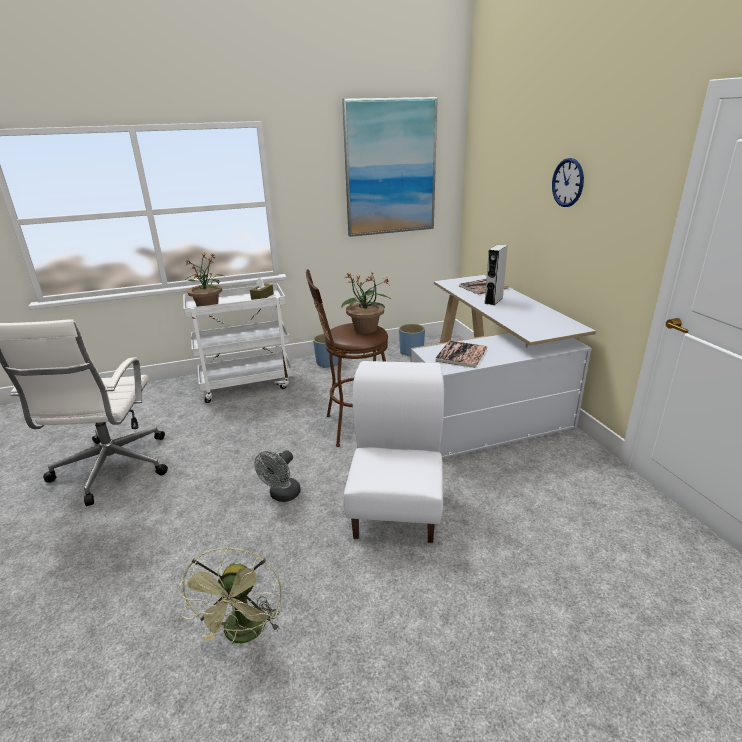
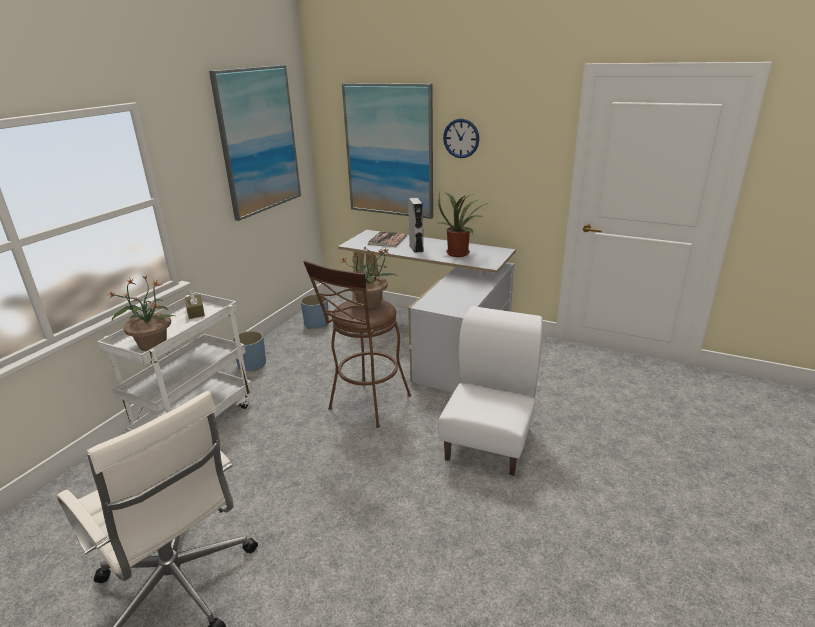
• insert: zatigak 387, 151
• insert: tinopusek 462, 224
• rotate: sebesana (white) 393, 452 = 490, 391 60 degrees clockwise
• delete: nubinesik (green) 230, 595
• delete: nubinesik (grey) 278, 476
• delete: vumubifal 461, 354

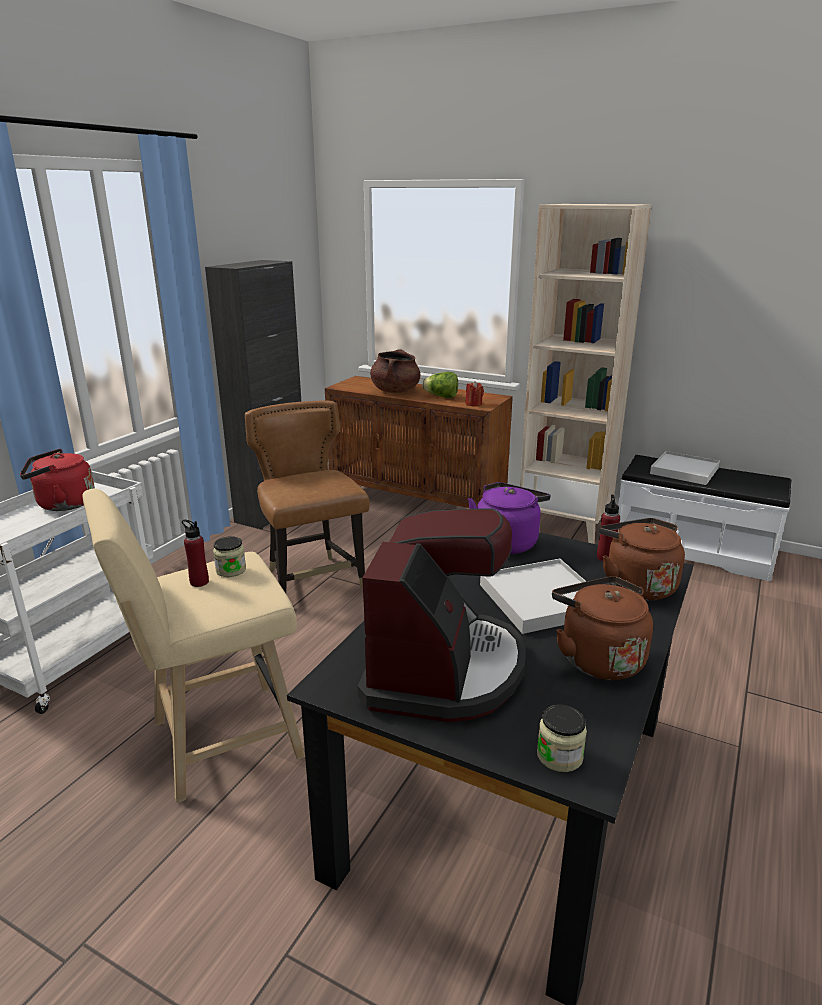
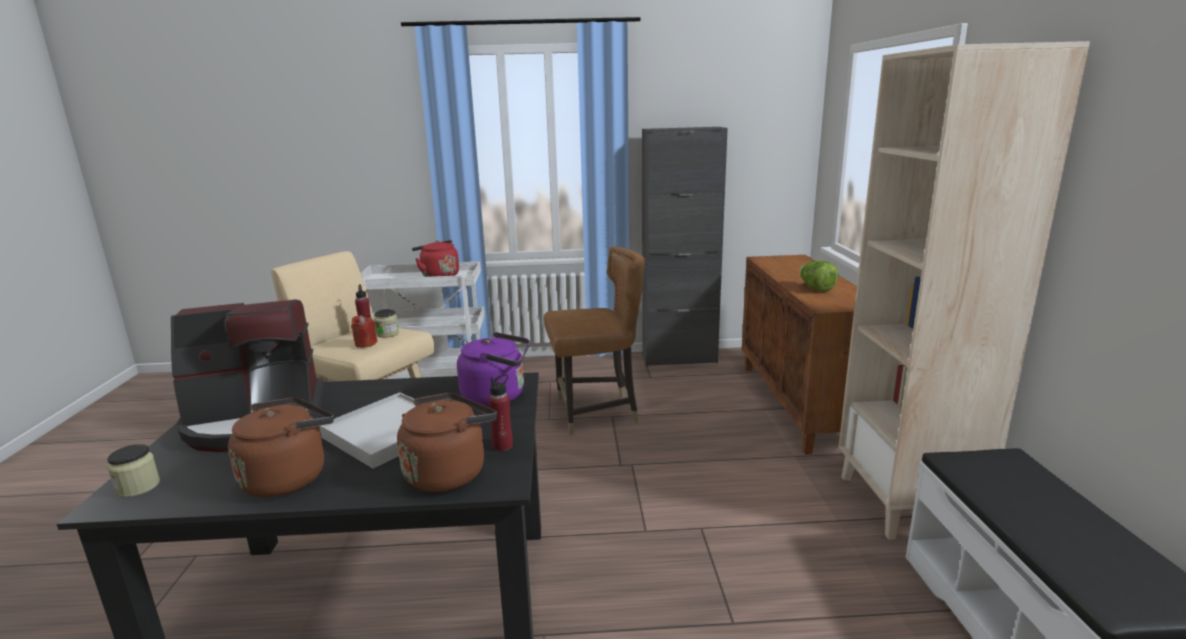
• move: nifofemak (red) 474, 394 to 364, 331
• rotate: sebesana (brown) 307, 496 = 594, 340 45 degrees clockwise
• delete: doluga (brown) 395, 371
• delete: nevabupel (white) 685, 468

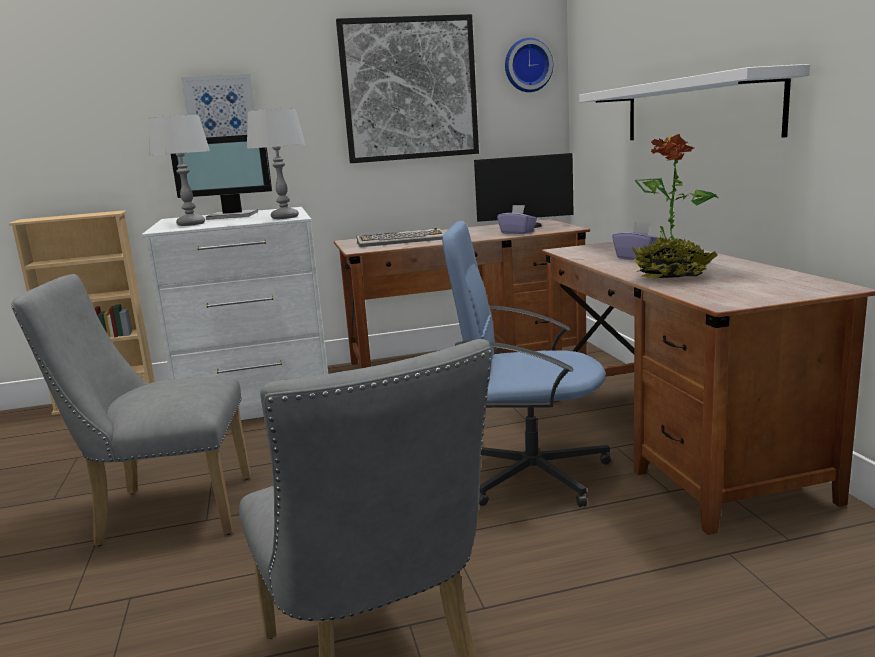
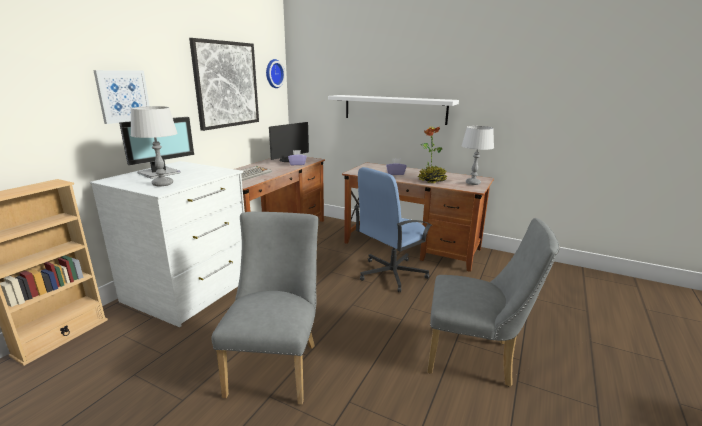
• rotate: sebesana (grey) 131, 410 = 264, 308 150 degrees clockwise
• move: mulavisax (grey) 276, 163 to 478, 155

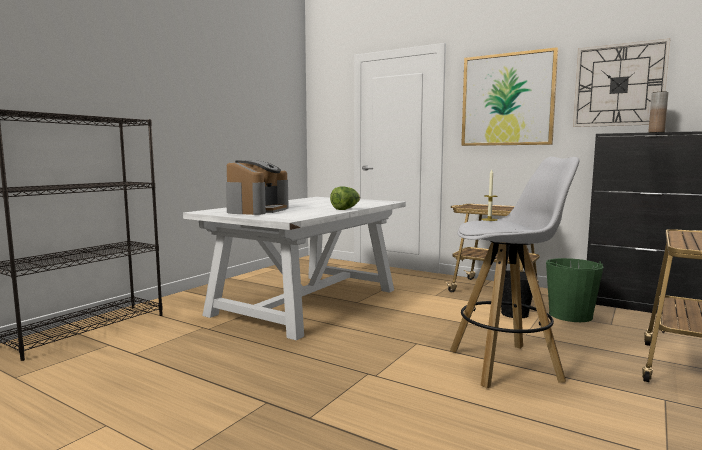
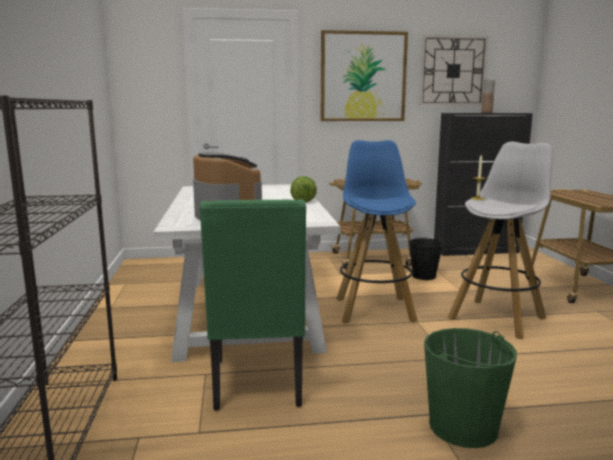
• insert: sebesana (green) 252, 304
• insert: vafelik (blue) 377, 231
• move: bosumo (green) 574, 290 to 470, 388

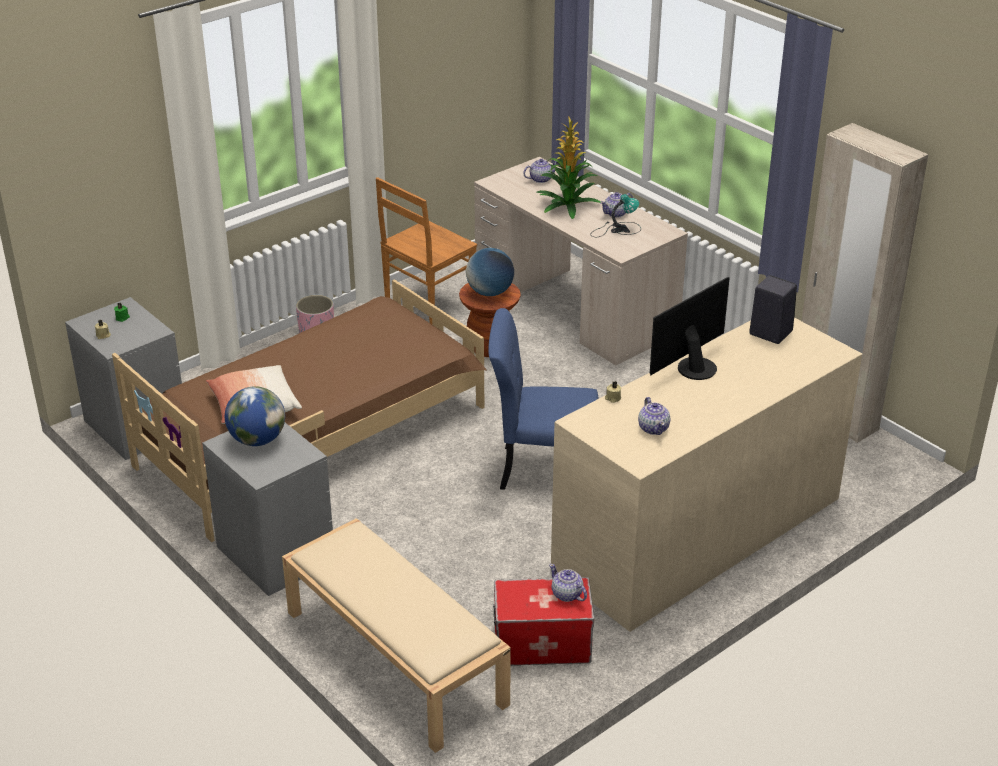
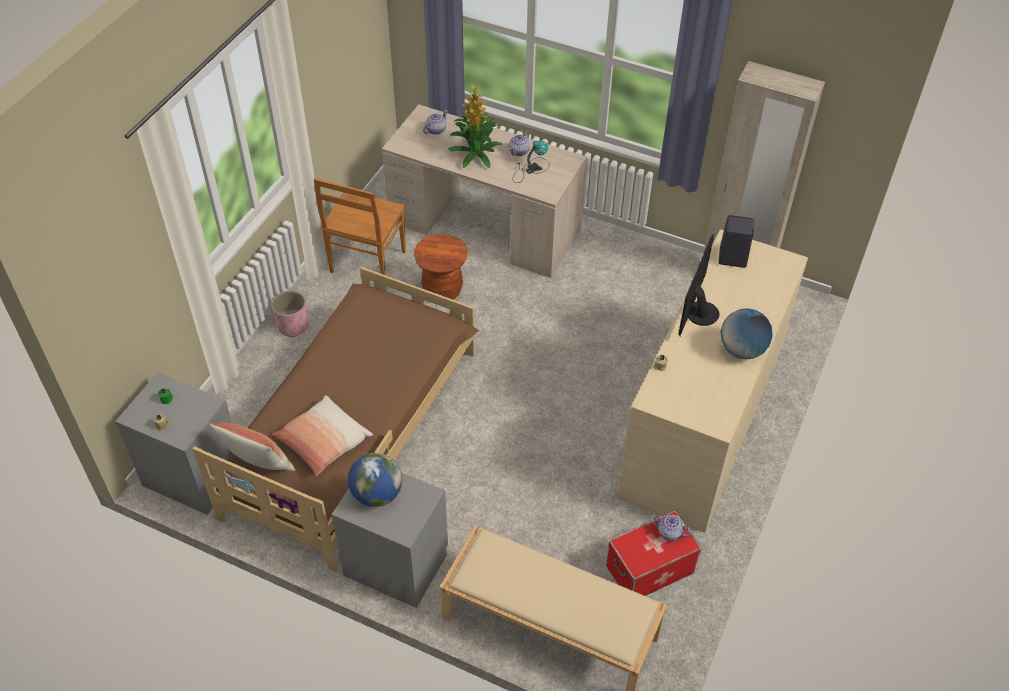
• insert: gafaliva 251, 446
• move: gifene 490, 272 to 747, 333
• delete: sebesana (blue) 543, 399
• delete: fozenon 654, 416

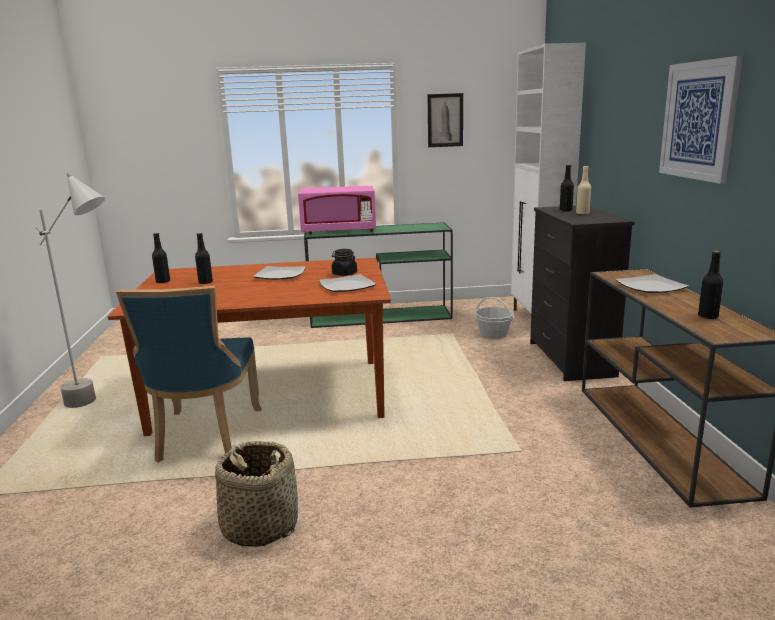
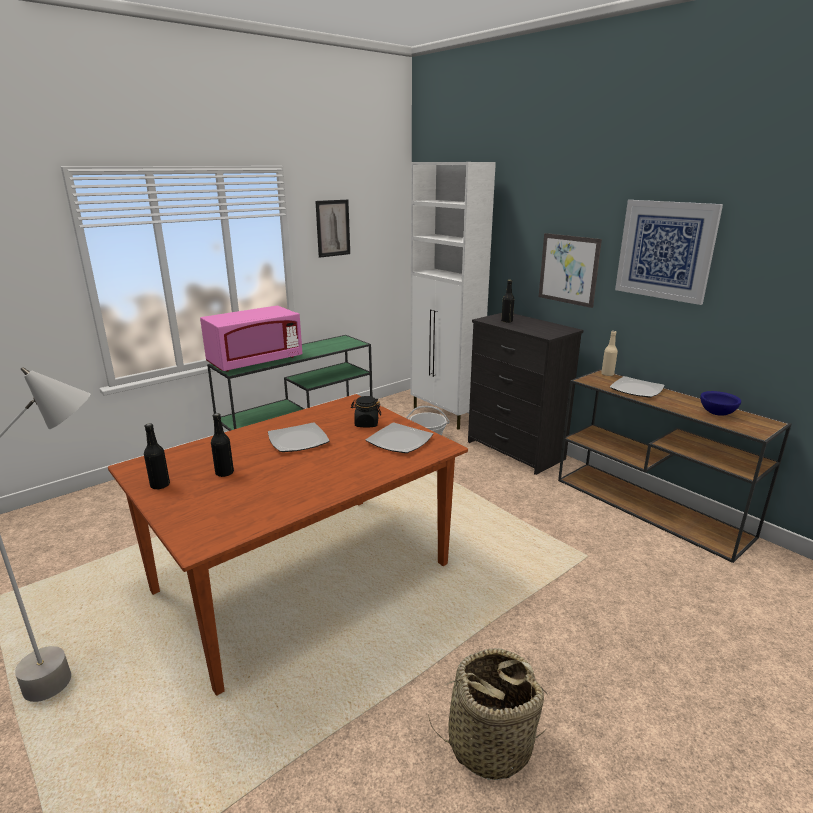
• insert: zatigak 570, 270
• move: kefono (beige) 583, 190 to 609, 353
• replace: kefono (black) 710, 285 to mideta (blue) 721, 403
• delete: sebesana (blue) 189, 374

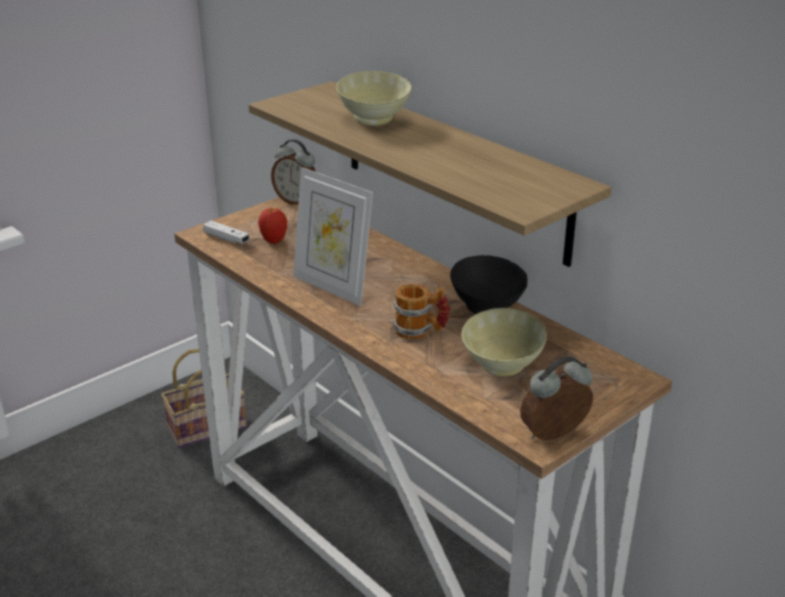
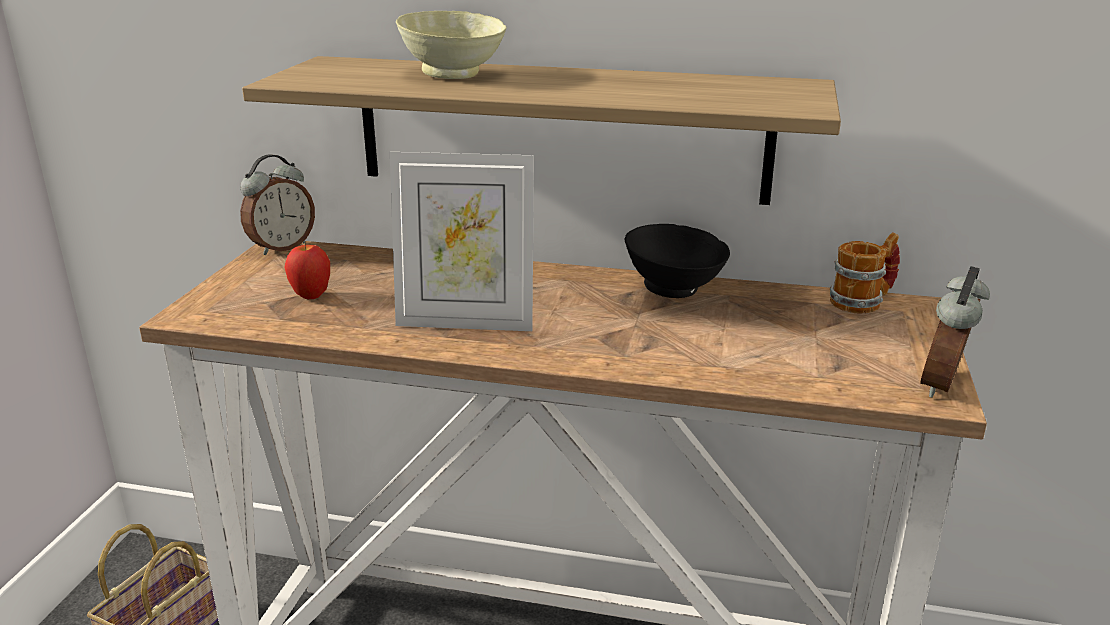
• rotate: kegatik 293, 172 = 277, 204 45 degrees counterclockwise
• move: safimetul 421, 312 to 865, 273
• delete: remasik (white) 226, 232
• delete: mideta (beige) 504, 342

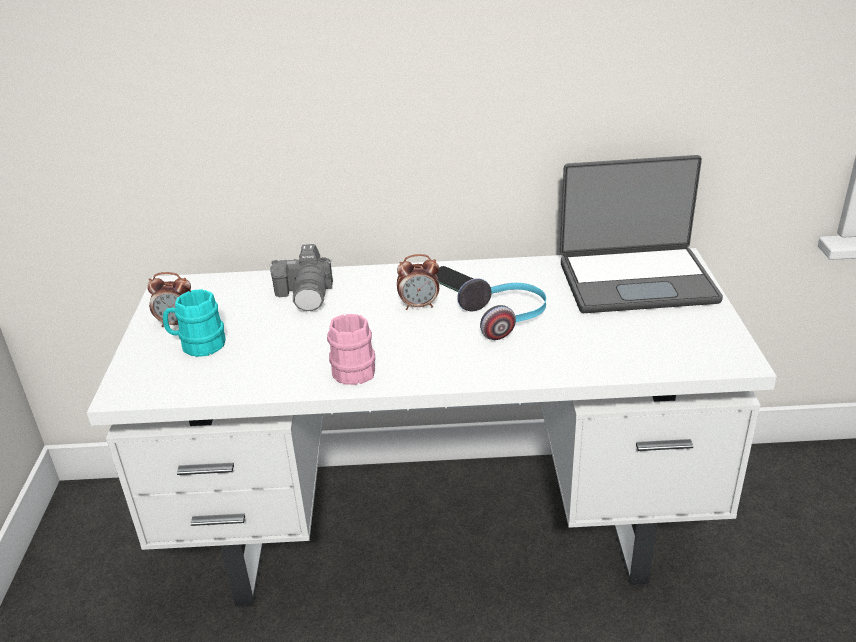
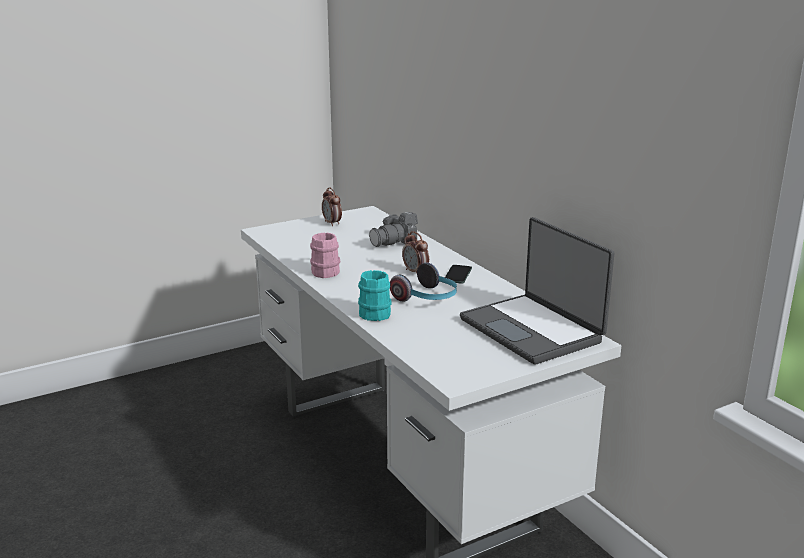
• move: safimetul (turquoise) 194, 323 to 374, 295

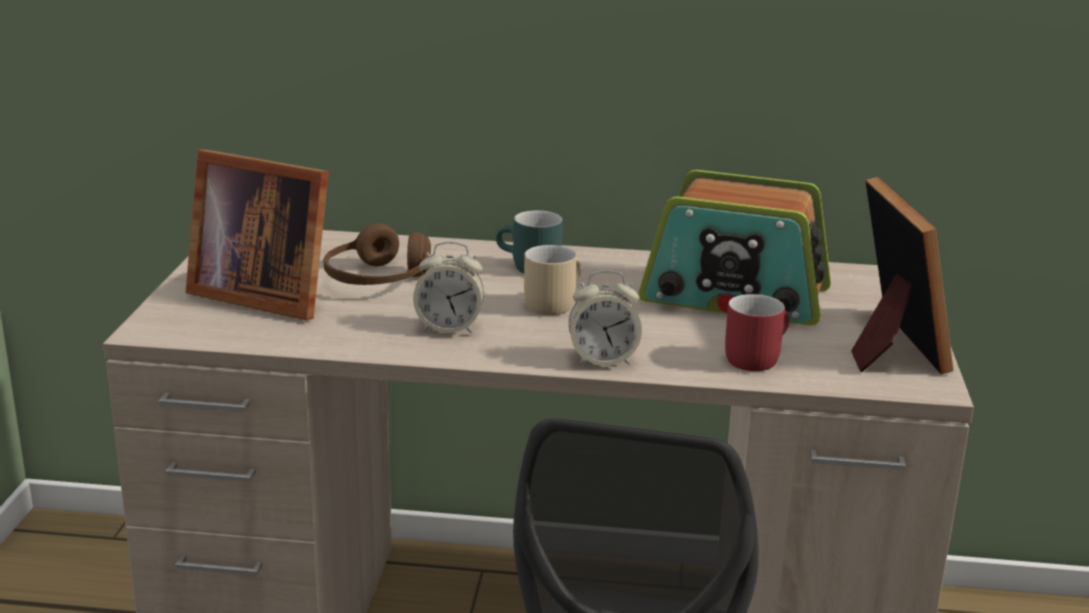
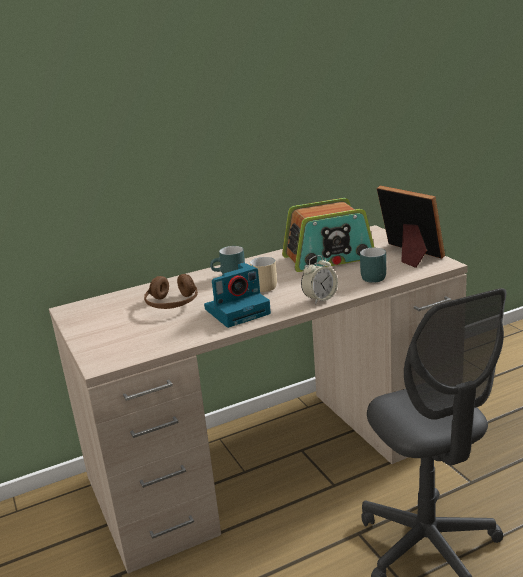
• replace: kegatik 448, 288 to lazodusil 237, 295
• recolor: safimetul (red) 757, 332 to safimetul (turquoise) 373, 265
• delete: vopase 257, 235

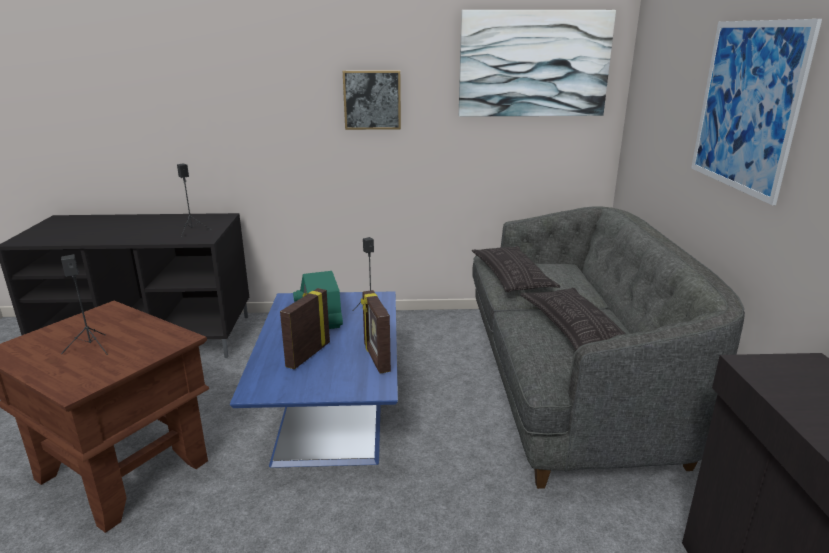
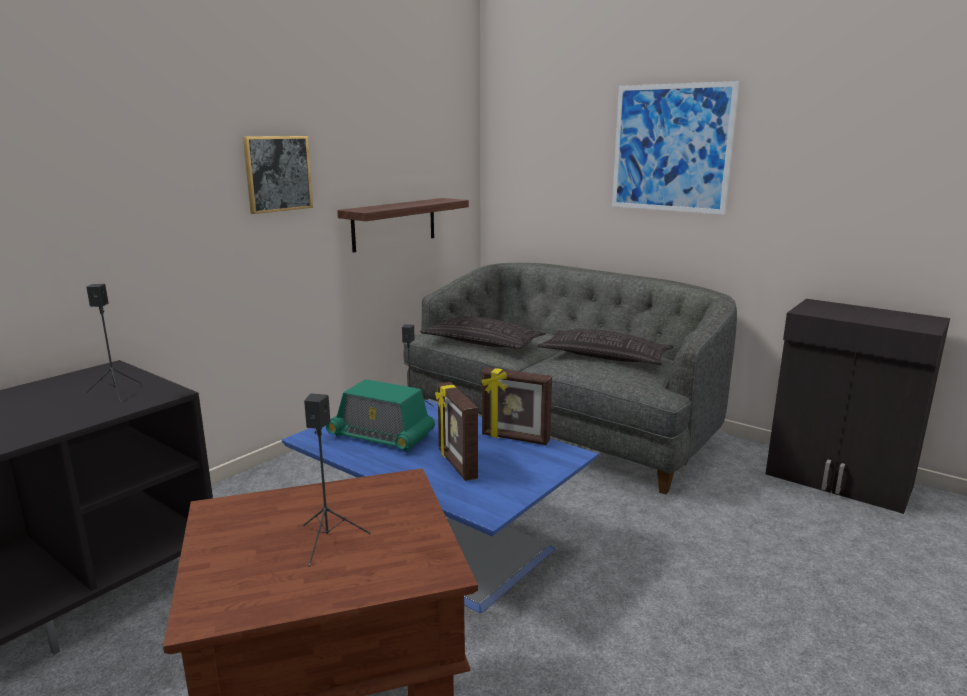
• insert: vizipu 403, 225
• delete: zatigak 537, 63

